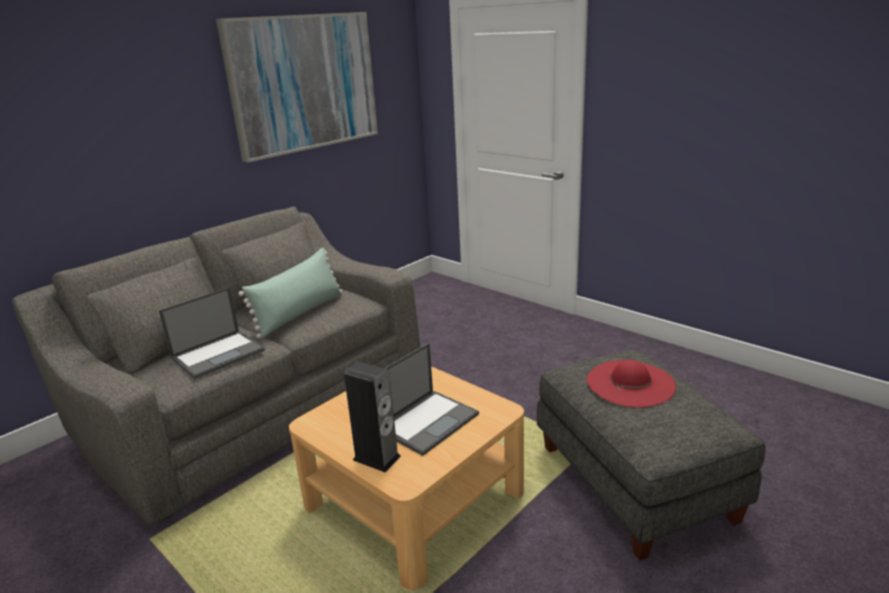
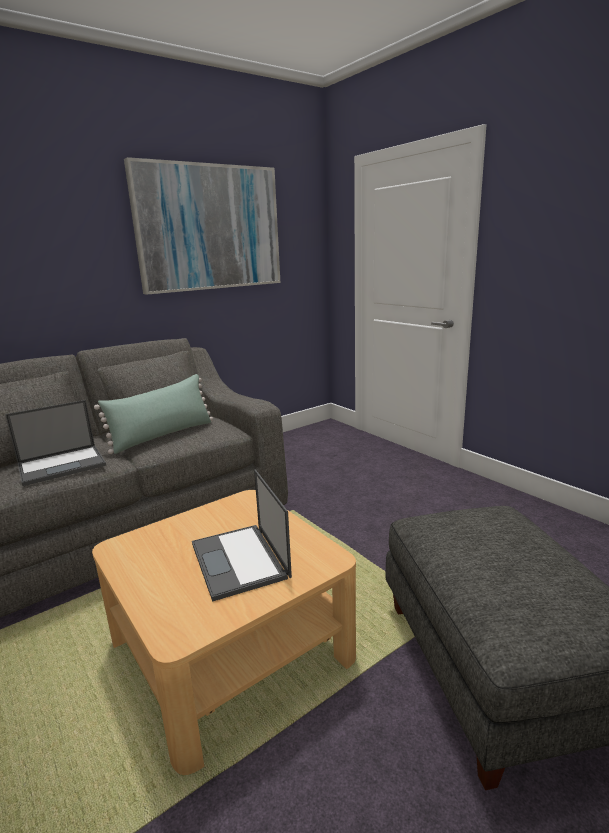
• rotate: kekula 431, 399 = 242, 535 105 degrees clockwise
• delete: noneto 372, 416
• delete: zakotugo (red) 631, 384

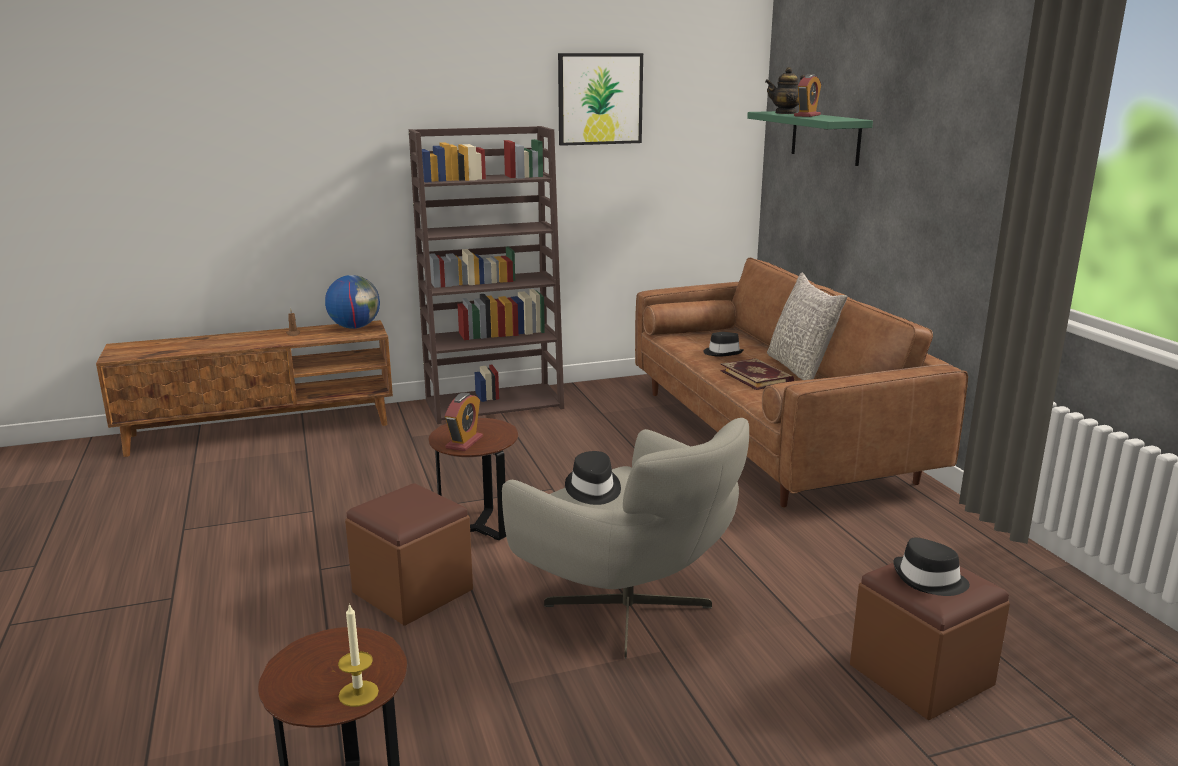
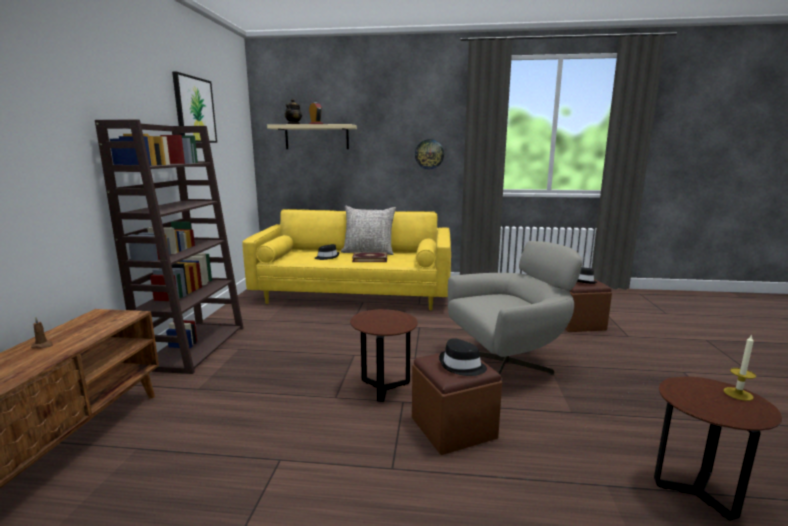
• recolor: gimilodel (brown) 801, 382 to gimilodel (yellow) 346, 259
• recolor: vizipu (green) 810, 138 to vizipu (beige) 312, 136
• insert: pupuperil 429, 154
• move: zakotugo (black) 593, 478 to 463, 357
• delete: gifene 352, 302
• delete: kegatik 464, 422

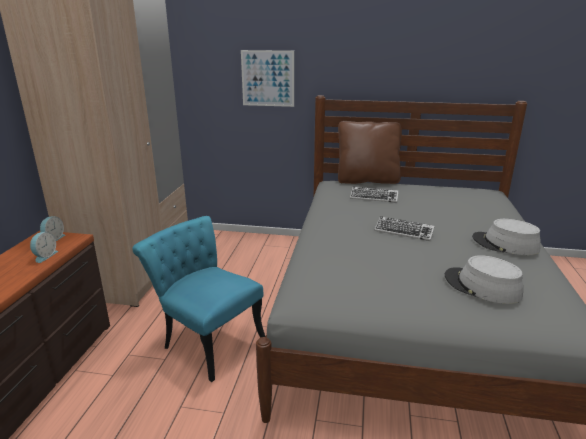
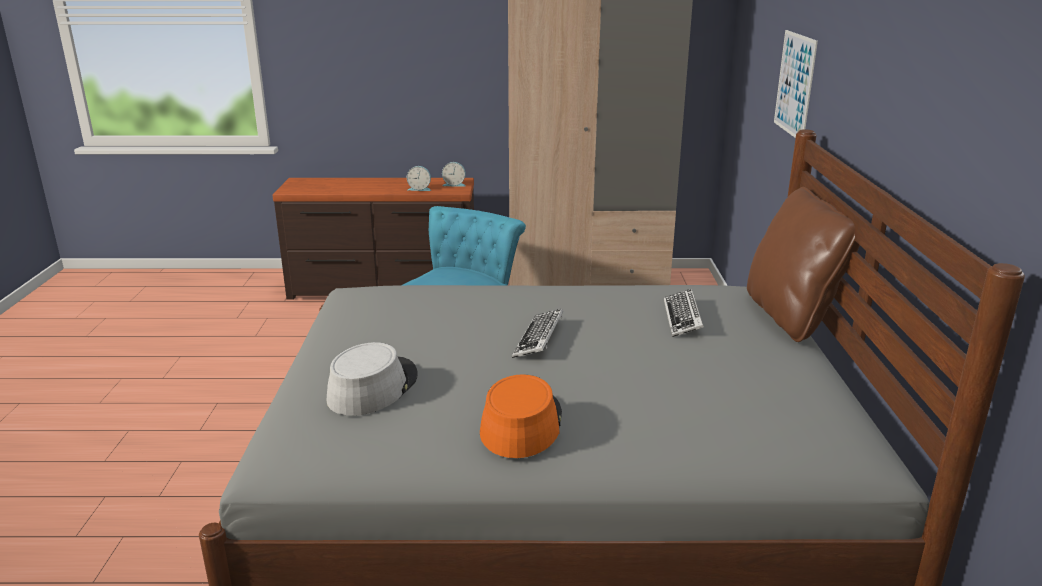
• recolor: zakotugo (grey) 506, 237 to zakotugo (orange) 521, 416

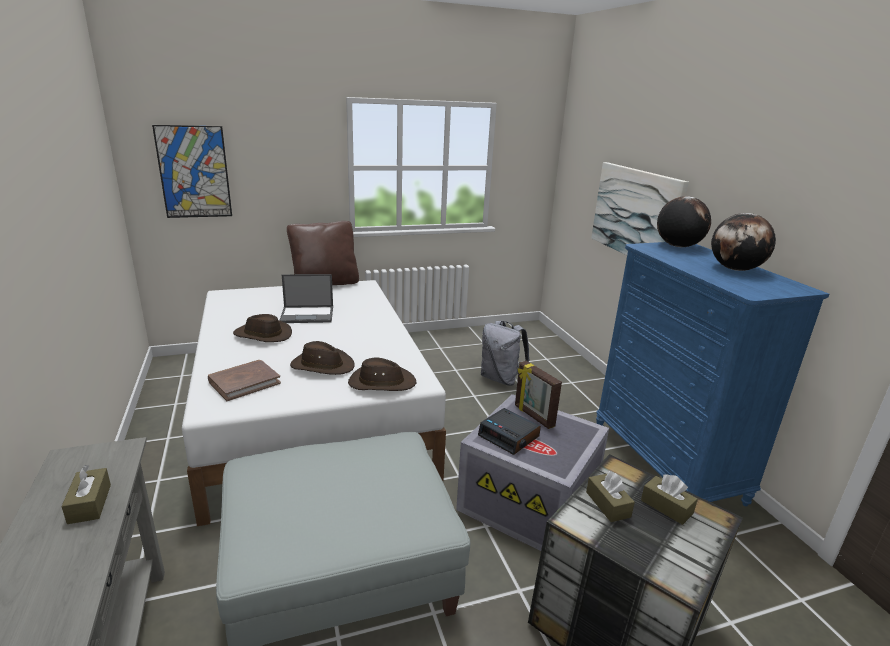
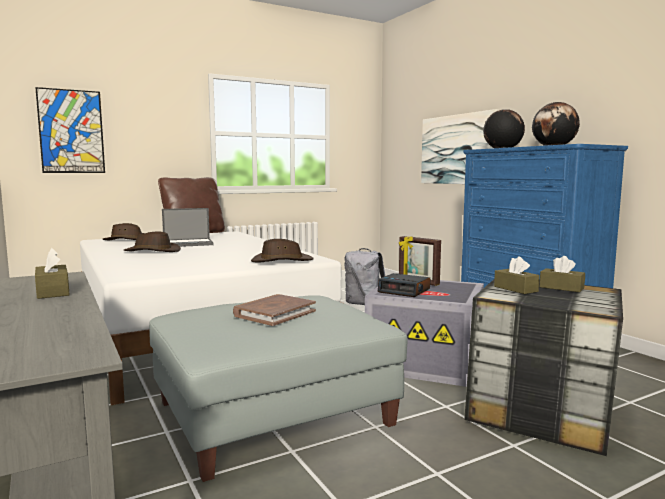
• move: zakotugo (brown) 322, 358 to 123, 231
• move: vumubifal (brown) 244, 380 to 274, 310

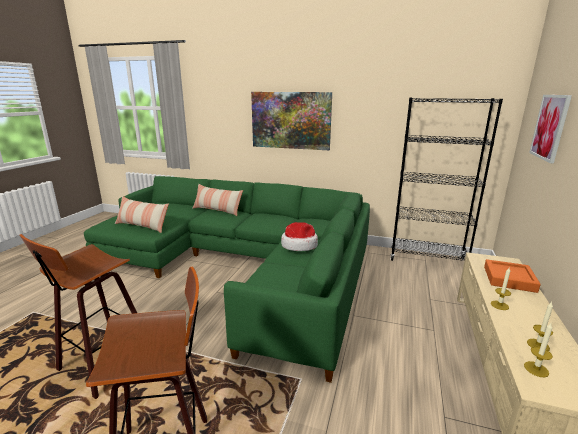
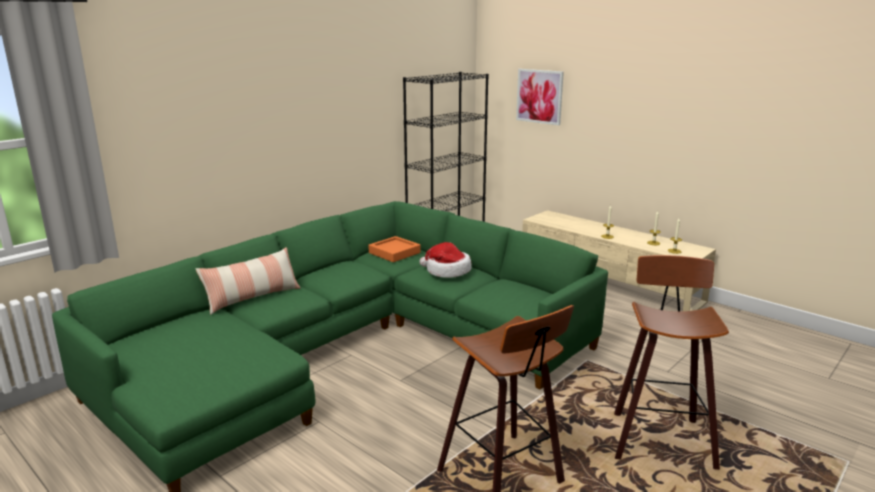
• move: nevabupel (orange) 512, 276 to 394, 249
• delete: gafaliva 142, 214
• delete: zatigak 291, 121

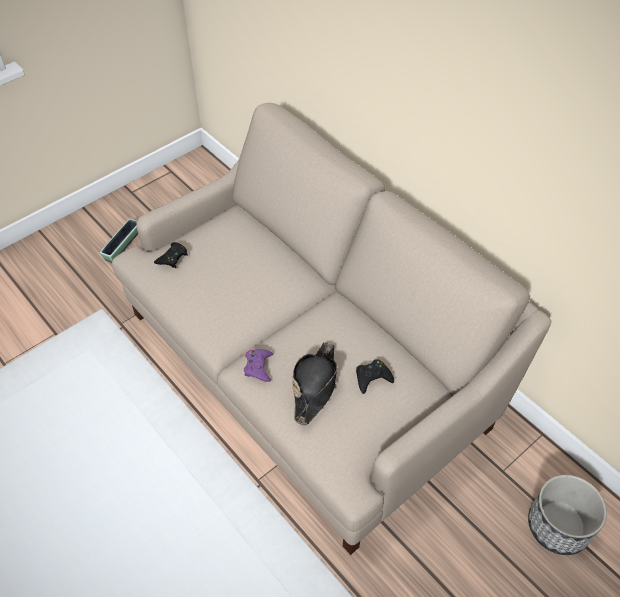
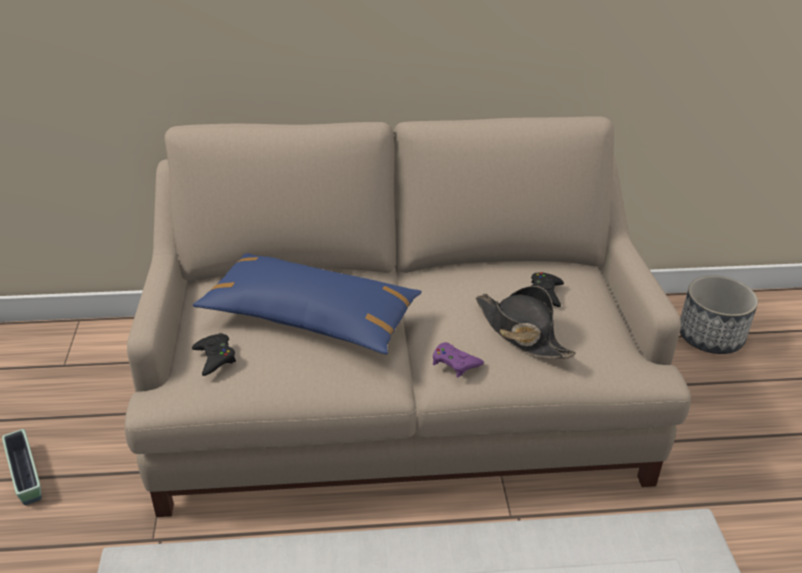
• insert: gafaliva (blue) 307, 303

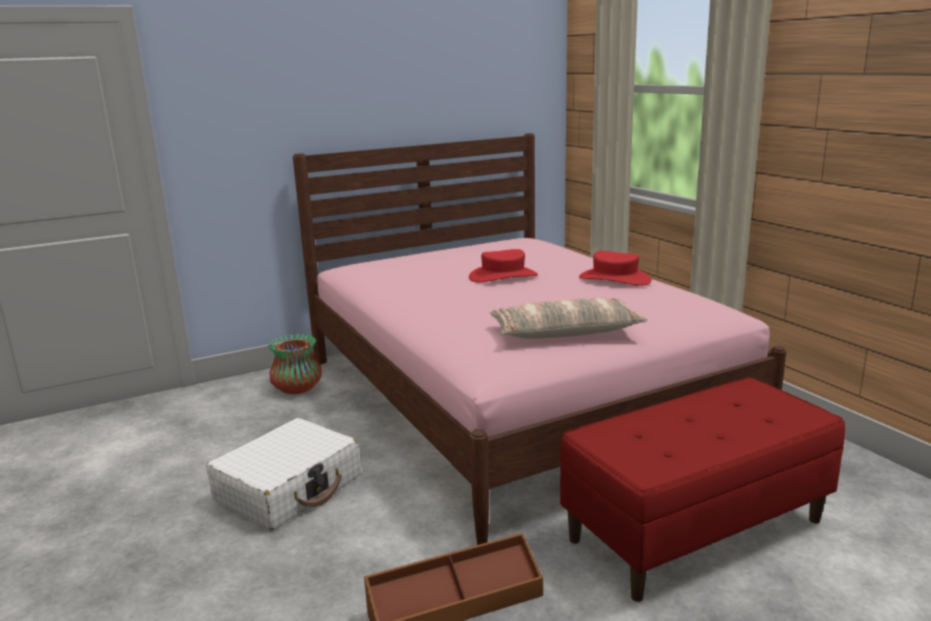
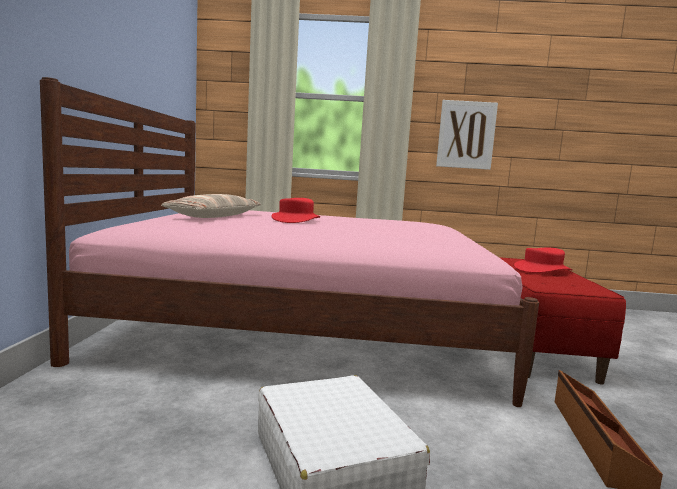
• move: gafaliva 568, 318 to 211, 206
• insert: zatigak 467, 135
• move: zakotugo (red) 615, 268 to 543, 260
• delete: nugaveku 295, 364

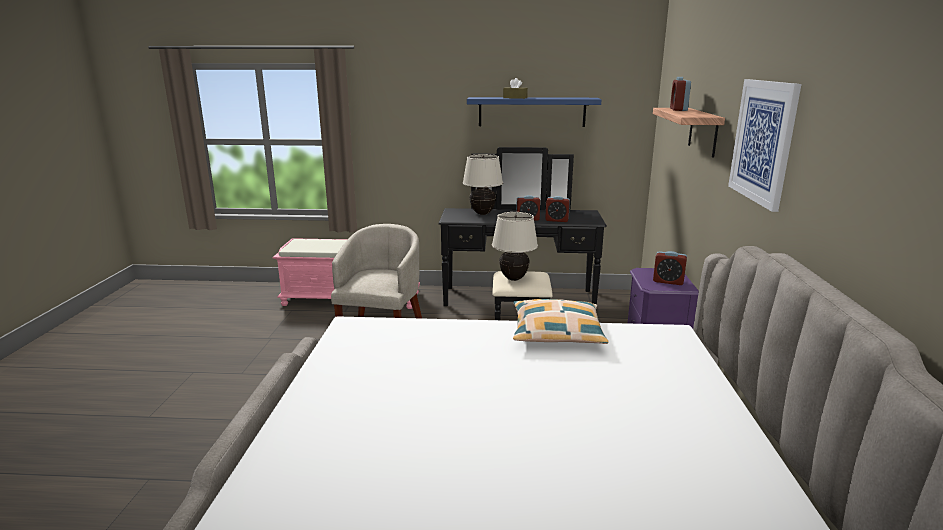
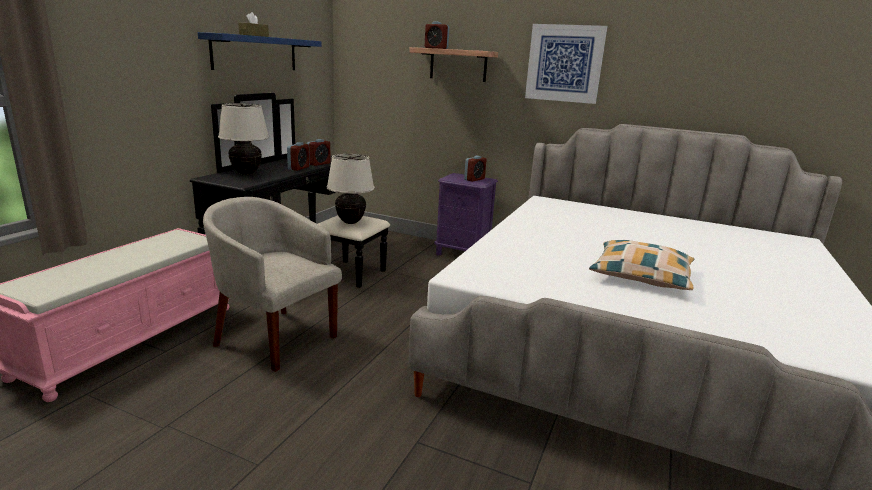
• move: gafaliva 561, 321 to 641, 265

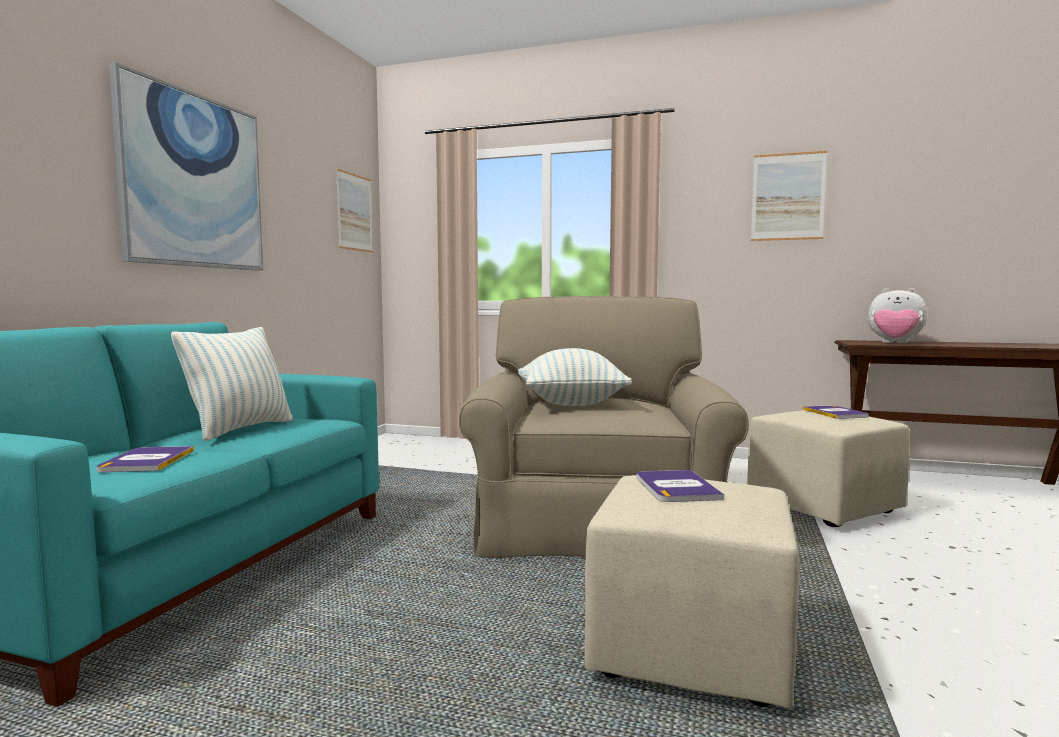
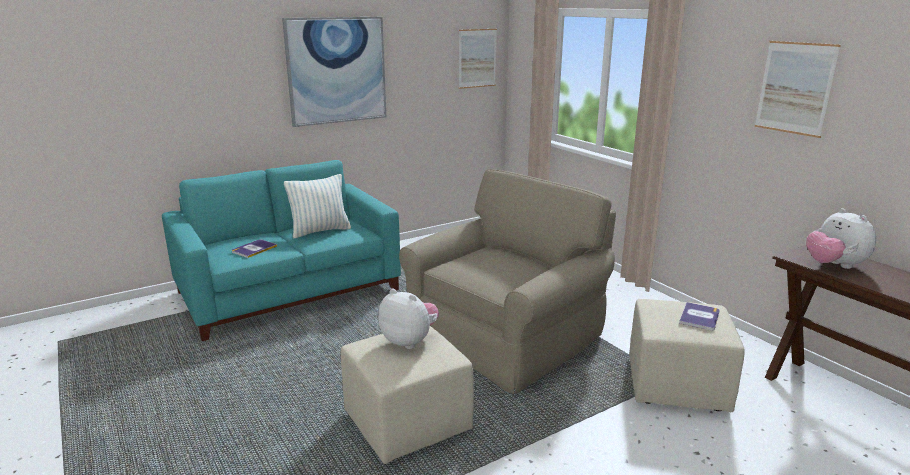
• replace: vumubifal 680, 486 to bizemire 408, 319
• delete: gafaliva 575, 377

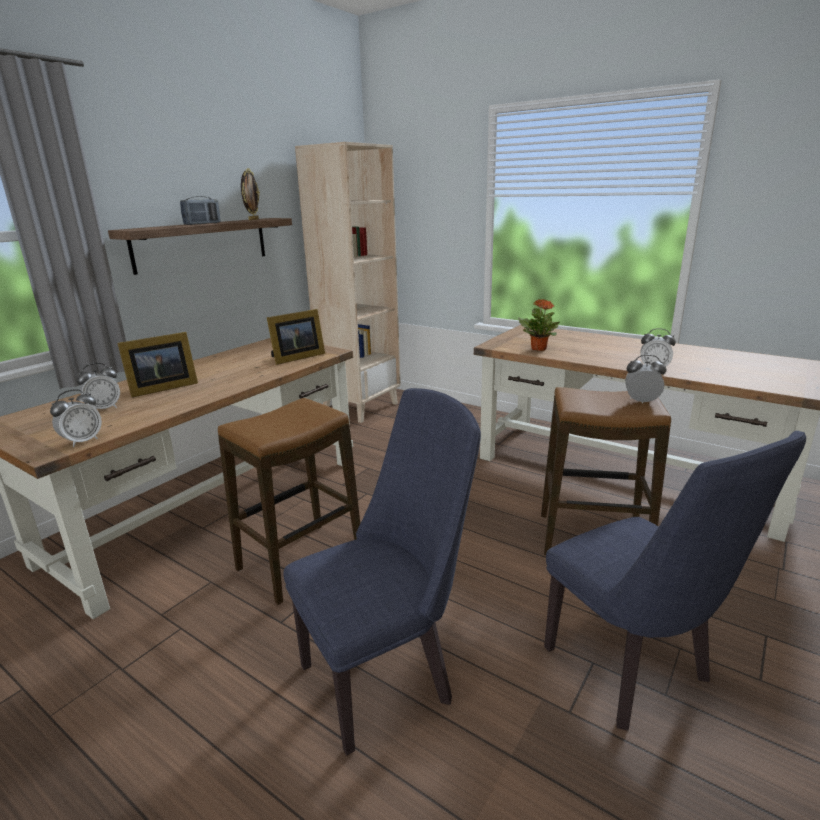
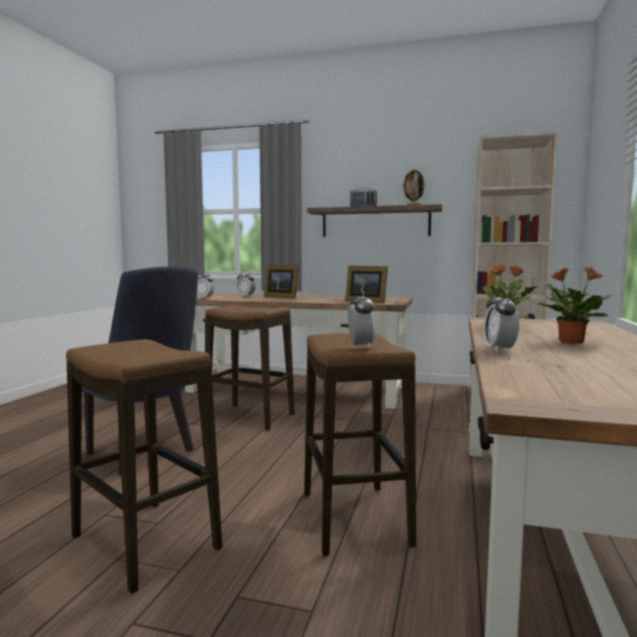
• replace: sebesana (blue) 675, 580 to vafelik 144, 466
• insert: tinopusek 574, 305

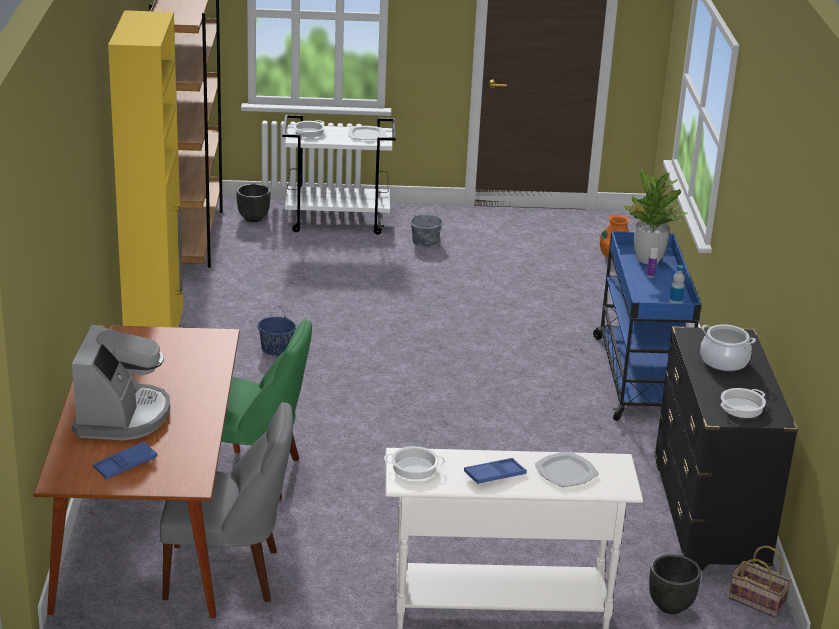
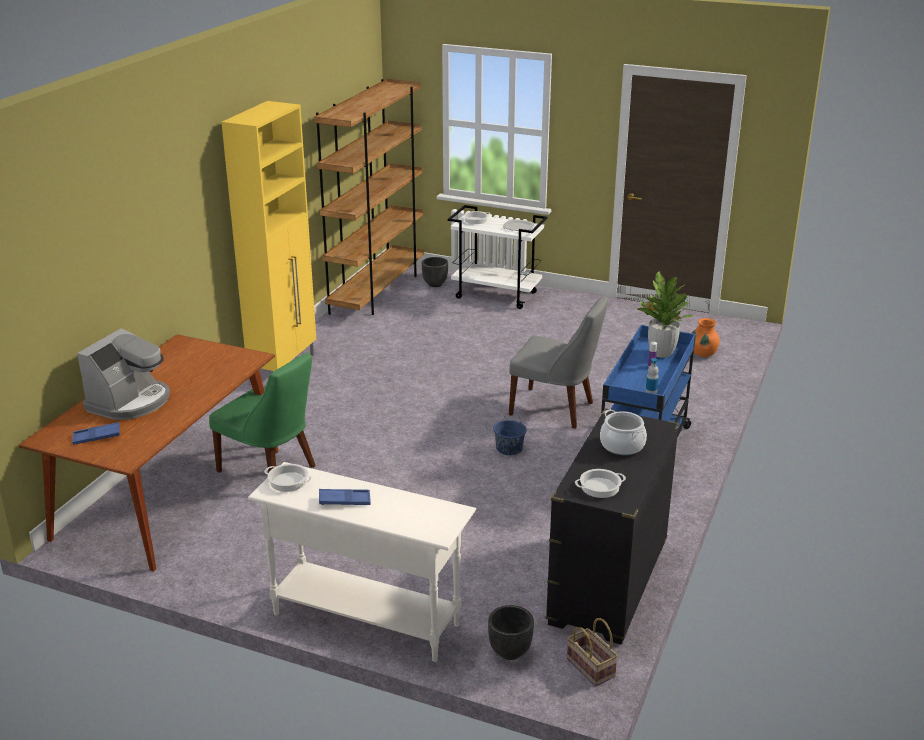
• move: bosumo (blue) 276, 331 to 510, 433
• move: sebesana (grey) 226, 502 to 558, 362
• delete: bosumo (grey) 426, 225
• delete: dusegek 566, 469

